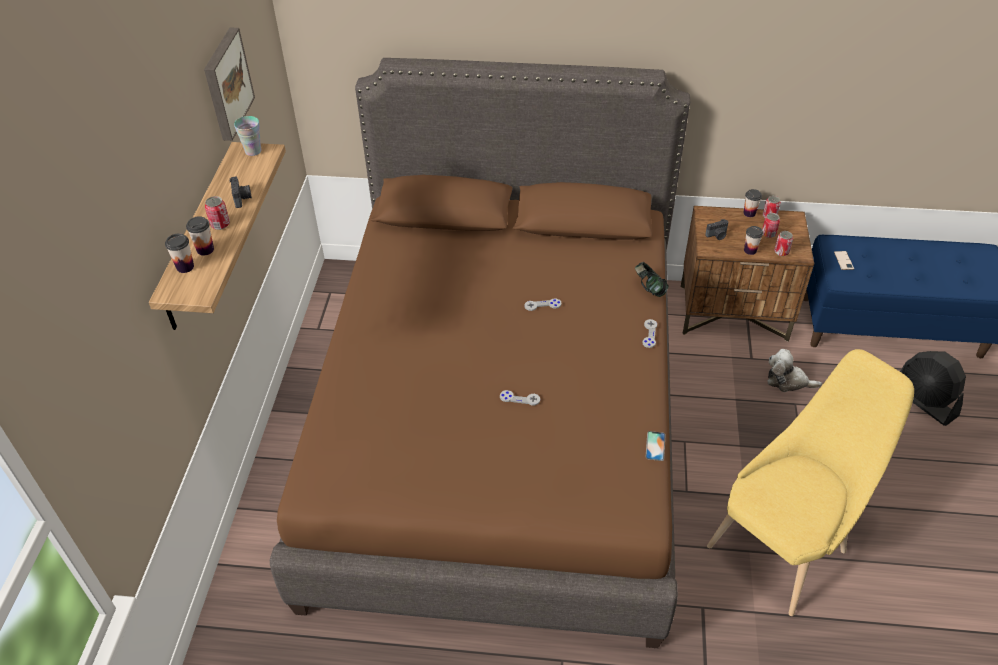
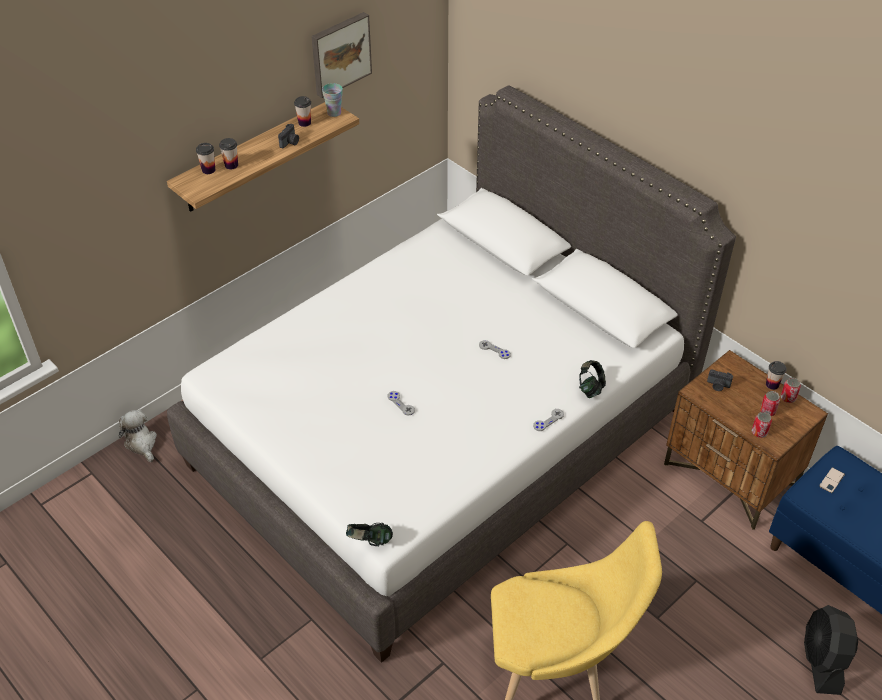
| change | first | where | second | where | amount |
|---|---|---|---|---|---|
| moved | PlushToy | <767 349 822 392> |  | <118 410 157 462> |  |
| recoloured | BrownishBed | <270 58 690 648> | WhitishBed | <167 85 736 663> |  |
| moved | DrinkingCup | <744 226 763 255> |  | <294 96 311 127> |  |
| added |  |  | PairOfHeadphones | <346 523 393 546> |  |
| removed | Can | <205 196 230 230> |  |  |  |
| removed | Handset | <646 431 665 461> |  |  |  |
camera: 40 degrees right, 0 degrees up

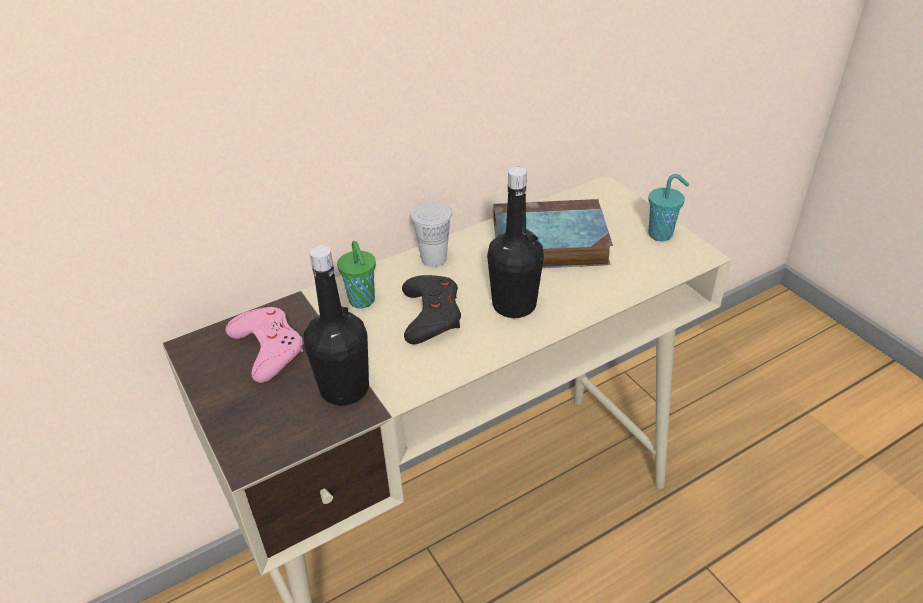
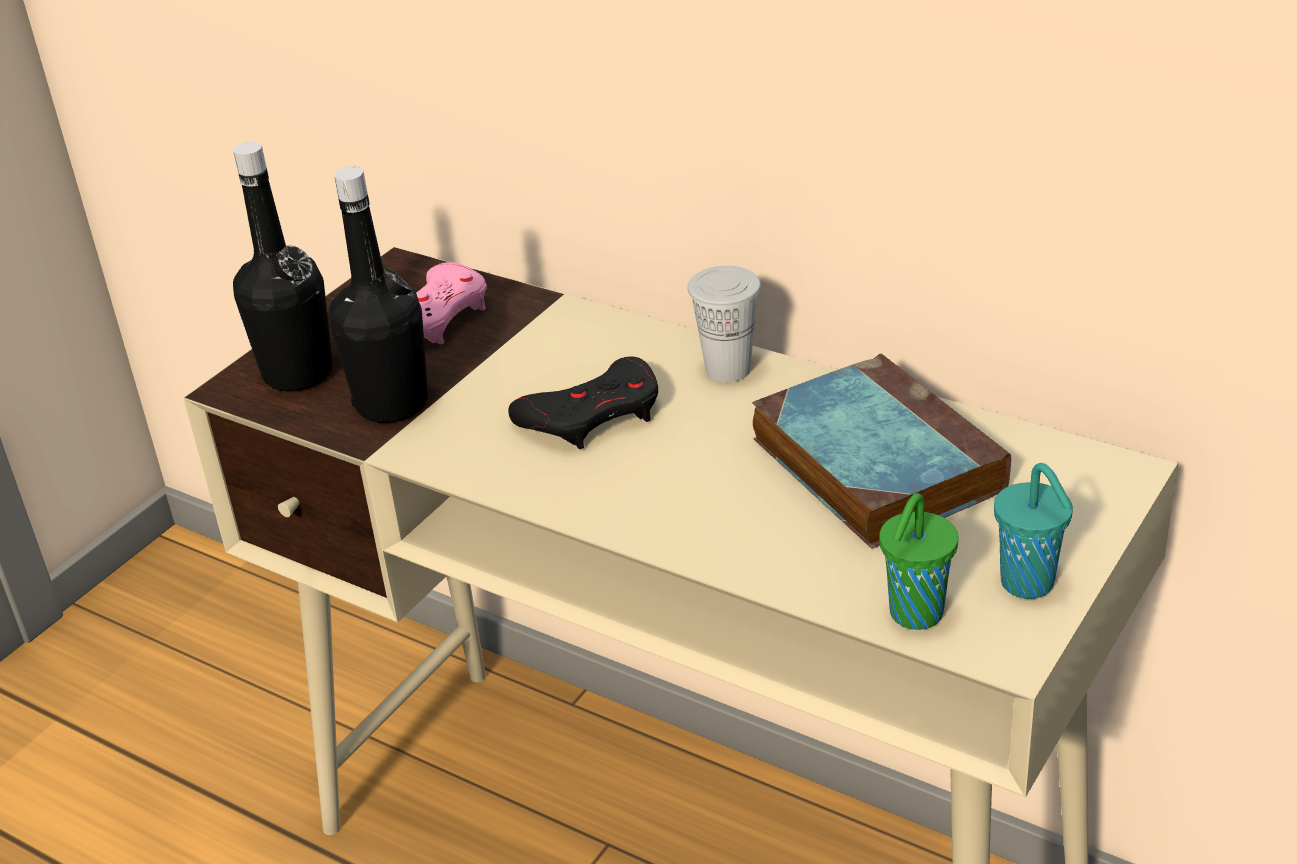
| change | first | where | second | where | amount |
|---|---|---|---|---|---|
| moved | BlackDrinkBottle | <487 166 544 318> |  | <233 142 333 392> |  |
| moved | GreenishDrinkingCup | <337 241 376 308> |  | <879 493 958 630> |  |
camera: 65 degrees right, 5 degrees down

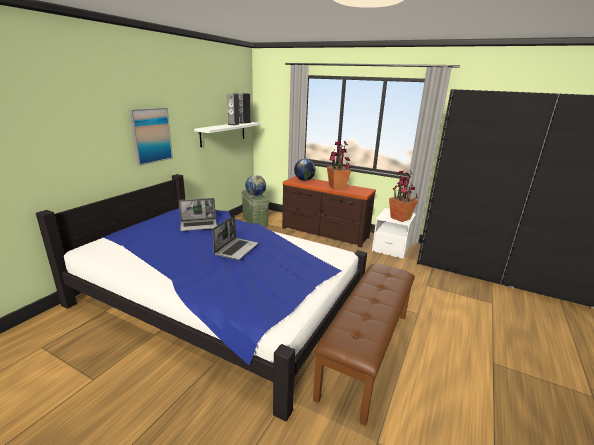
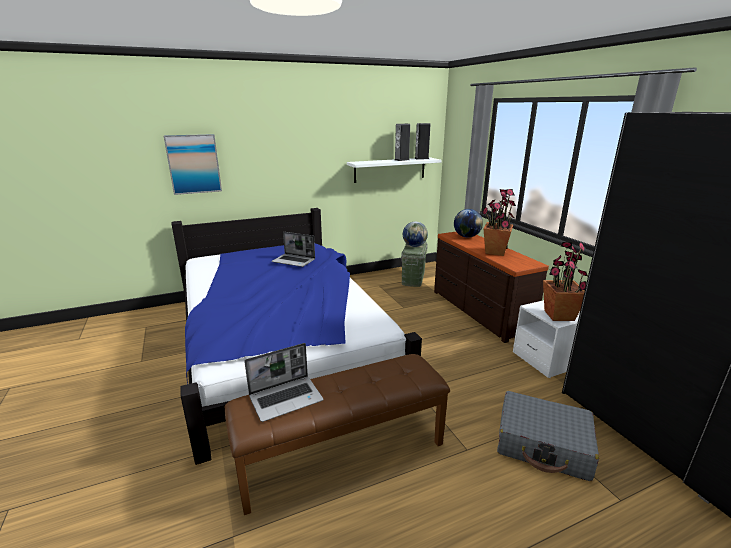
| change | first | where | second | where | amount |
|---|---|---|---|---|---|
| moved | WallPicture | <129 108 173 166> |  | <163 134 222 195> |  |
| moved | PortableComputer | <213 215 258 260> |  | <244 343 324 422> |  |
| added |  |  | GreyishSuitcase | <497 391 599 481> |  |
camera: 40 degrees right, 0 degrees up

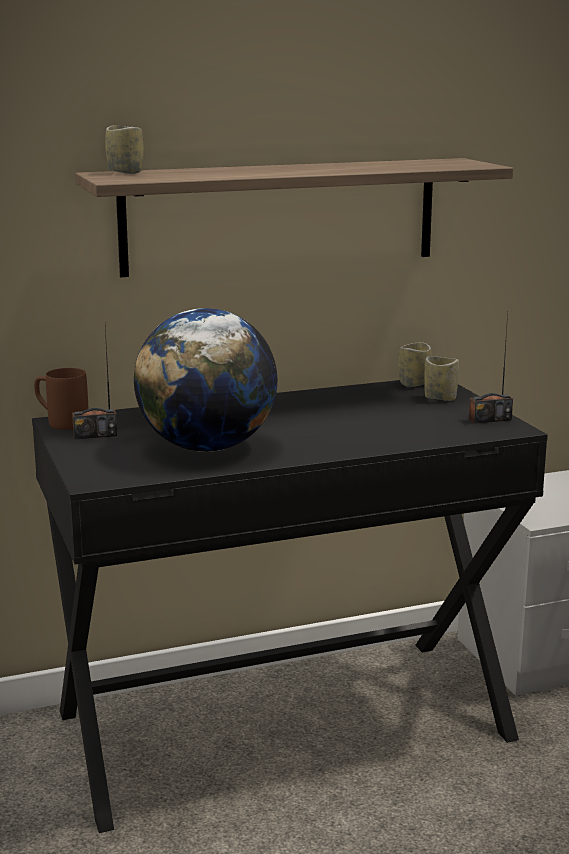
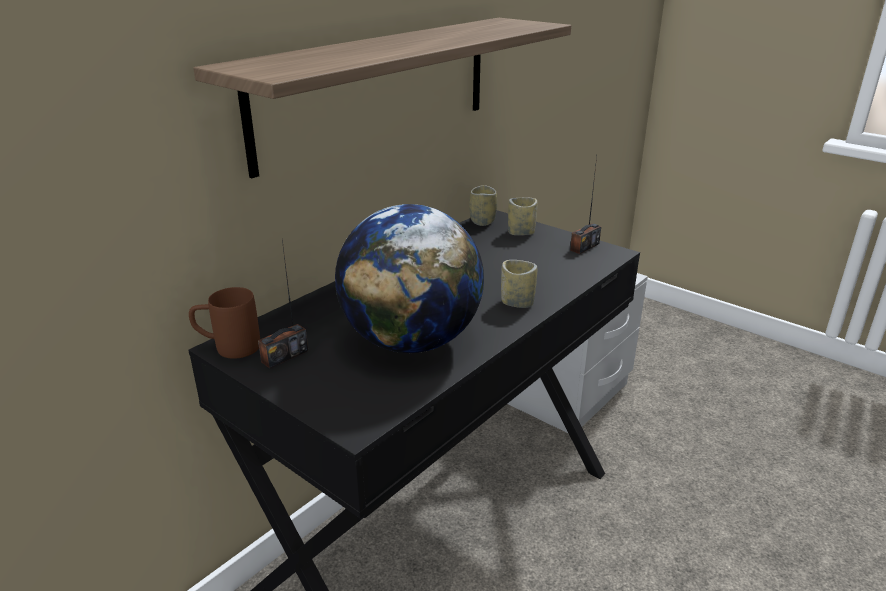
| change | first | where | second | where | amount |
|---|---|---|---|---|---|
| moved | DrinkingCup | <105 125 144 174> |  | <501 260 537 308> |  |
camera: 30 degrees left, 10 degrees up

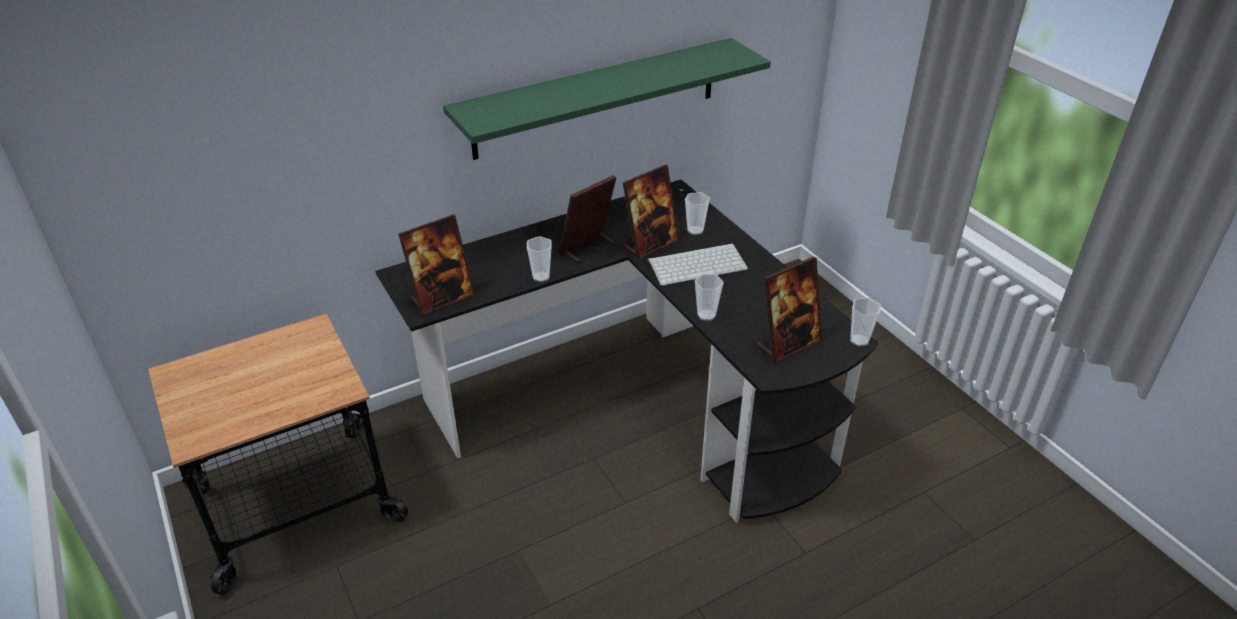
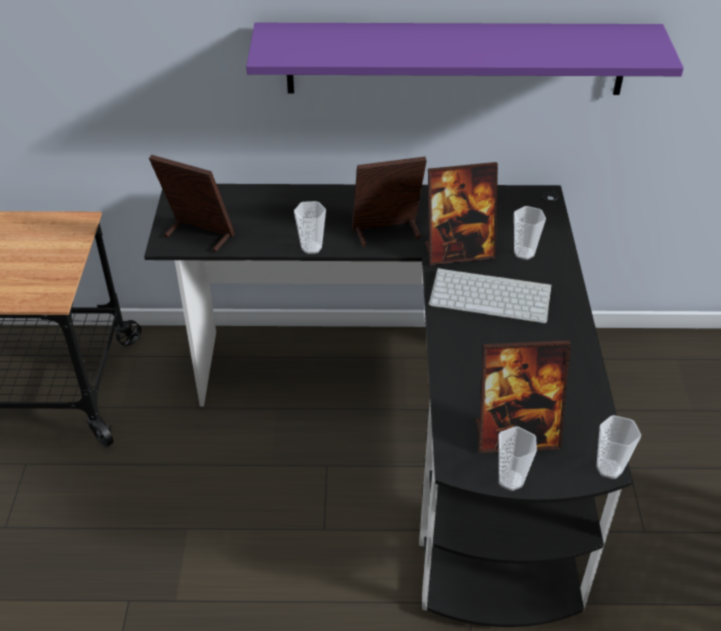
| change | first | where | second | where | amount |
|---|---|---|---|---|---|
| turned | PhotoFrame | <398 214 475 315> |  | <149 155 235 252> | 150 degrees counterclockwise |
| recoloured | GreenishWallShelf | <443 38 771 160> | PurpleColouredWallShelf | <246 23 684 95> |  |
| moved | DrinkingCup | <695 274 724 321> |  | <499 426 537 491> |  |
camera: 30 degrees right, 5 degrees up

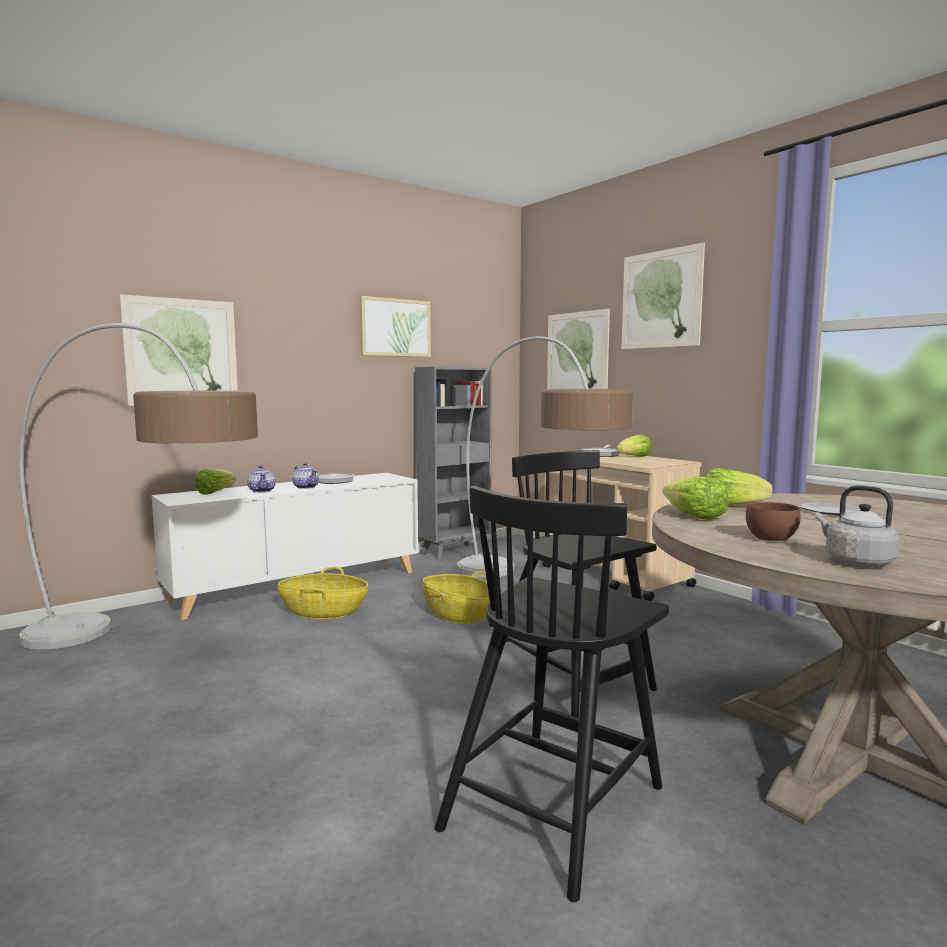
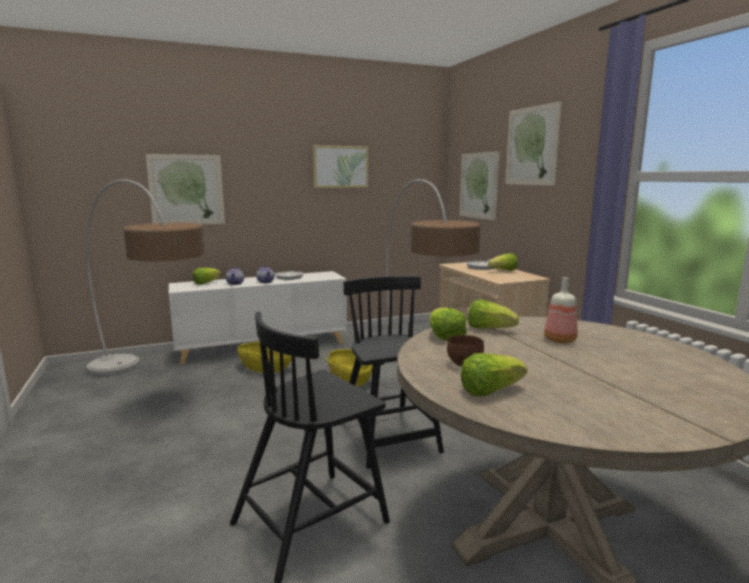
| change | first | where | second | where | amount |
|---|---|---|---|---|---|
| replaced | GreyishTeaKettle | <815 486 900 567> | HeadOfLettuce | <461 353 527 396> |  |
| replaced | Plate | <801 502 861 515> | DrinkBottle | <544 277 578 343> |  |
| removed | GreyishBookshelf | <415 367 492 561> |  |  |  |
camera: 15 degrees right, 5 degrees up

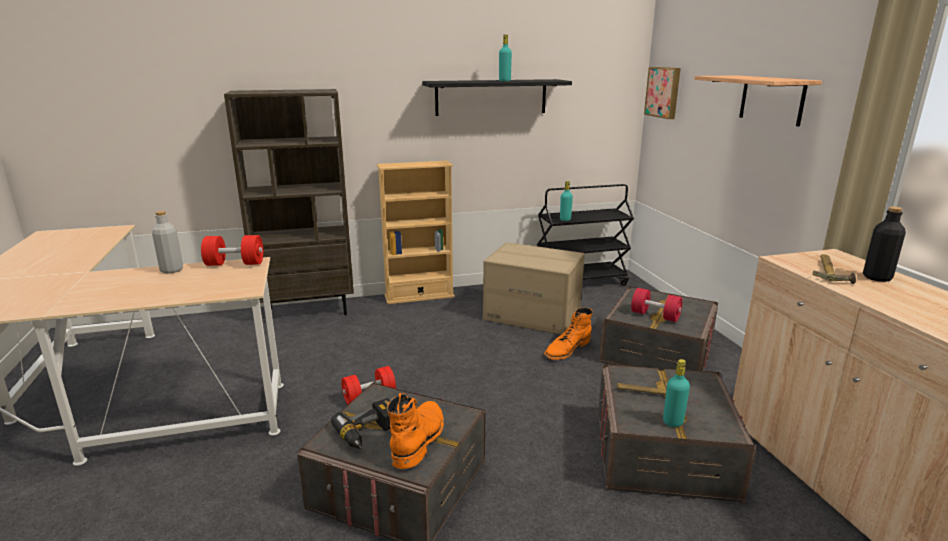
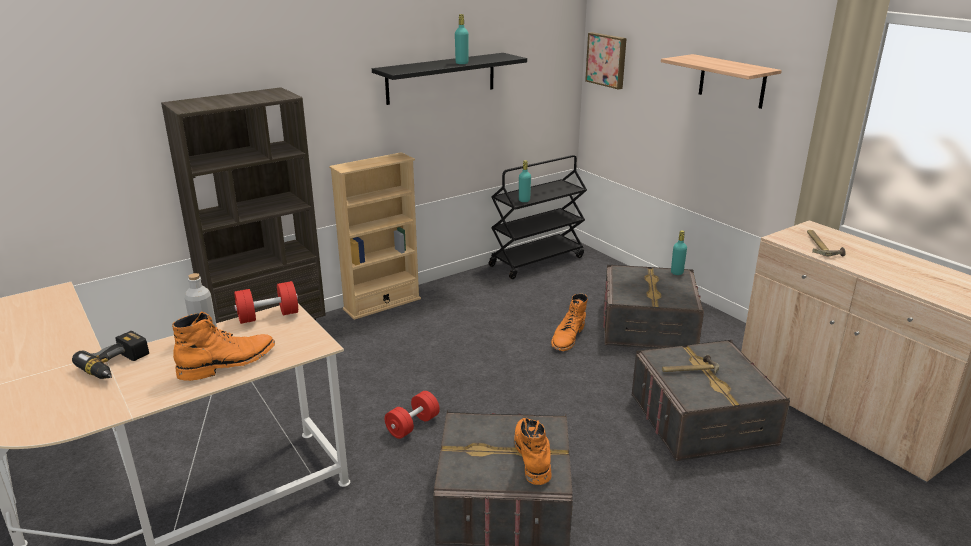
| change | first | where | second | where | amount |
|---|---|---|---|---|---|
| moved | PowerDrill | <331 398 390 449> |  | <72 331 149 379> |  |
| added |  |  | OrangeyBoot | <172 312 275 381> |  |
| moved | TurquoiseDrinkBottle | <663 359 690 427> |  | <671 231 687 275> |  |
| removed | PackingBox | <483 242 585 335> |  |  |  |
| removed | ReddishFreeWeight | <631 288 683 322> |  |  |  |
| removed | BlackDrinkBottle | <863 207 906 282> |  |  |  |
camera: 20 degrees left, 5 degrees up

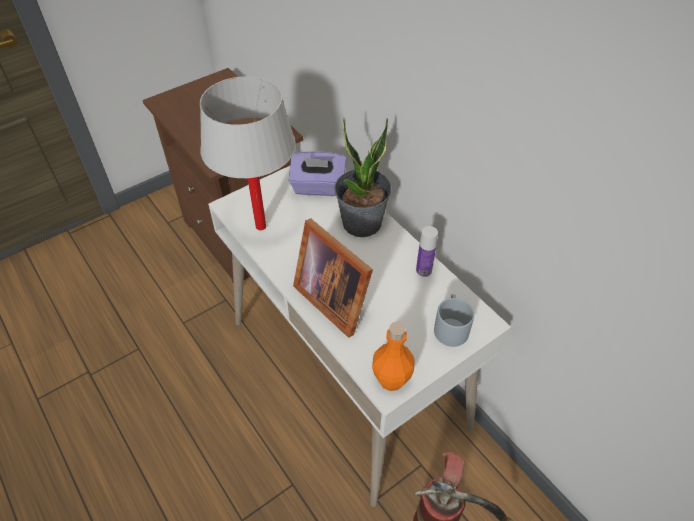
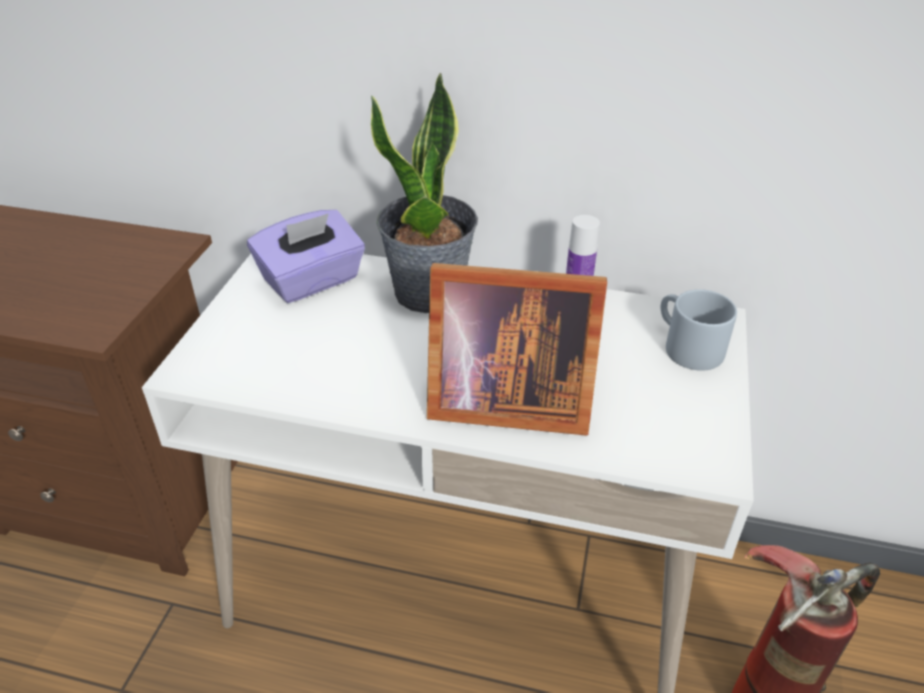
| change | first | where | second | where | amount |
|---|---|---|---|---|---|
| removed | WhitishTabletopLamp | <200 77 296 230> |  |  |  |
| removed | OrangeyDrinkBottle | <372 322 415 391> |  |  |  |
camera: 40 degrees left, 10 degrees down

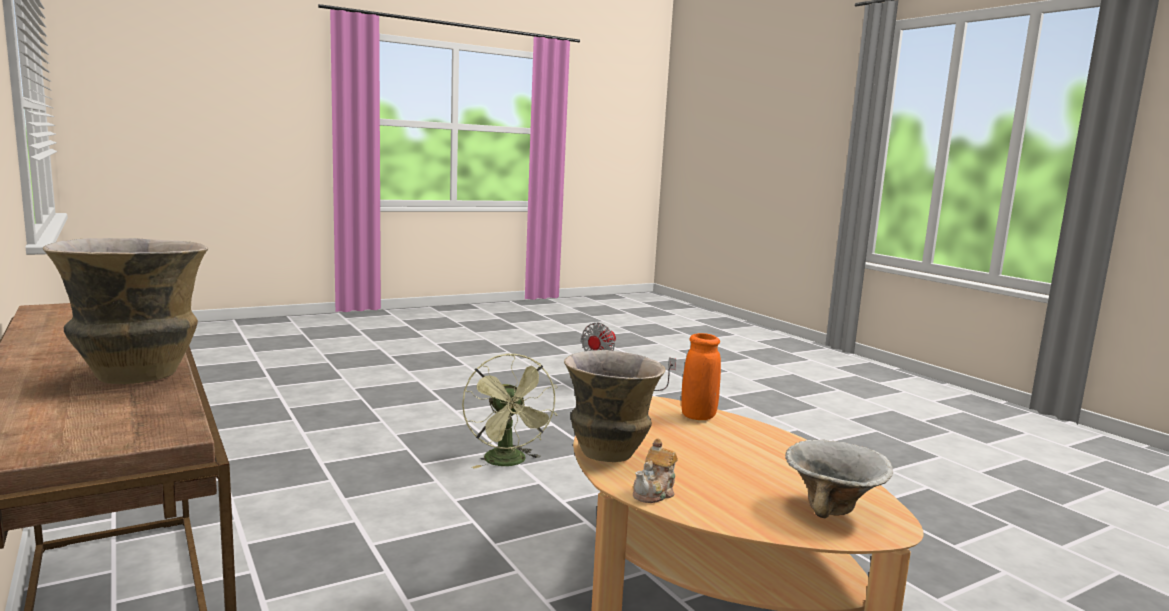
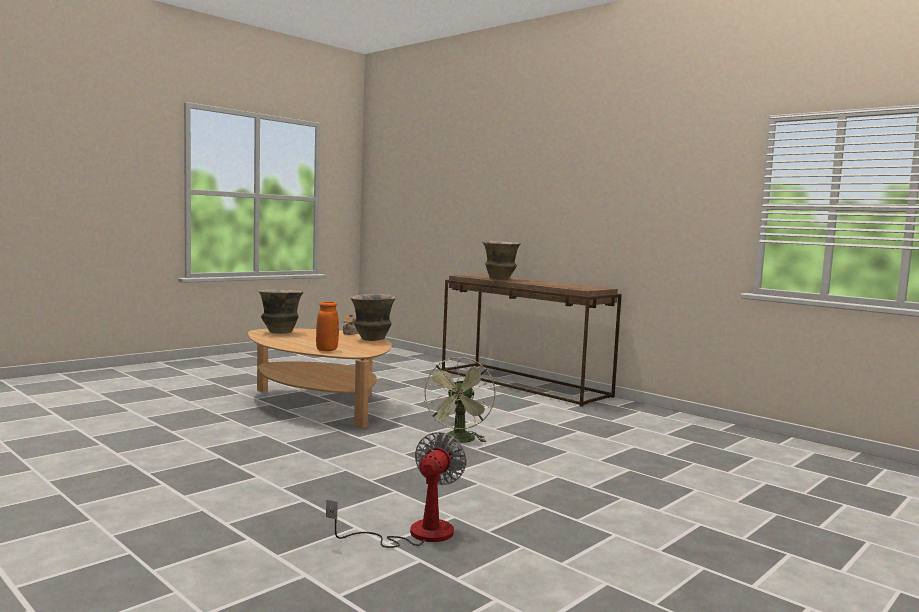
| change | first | where | second | where | amount |
|---|---|---|---|---|---|
| replaced | Bowl | <785 440 893 518> | FlowerVase | <258 289 304 334> |  |
| turned | GreenishCoolingFan | <462 353 558 469> |  | <423 357 495 443> | 135 degrees counterclockwise |
camera: 165 degrees right, 5 degrees down

